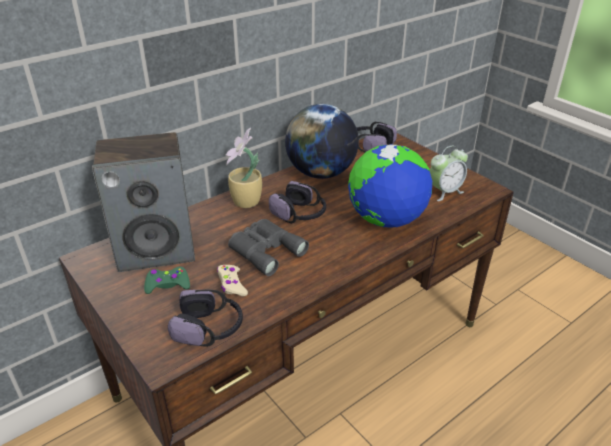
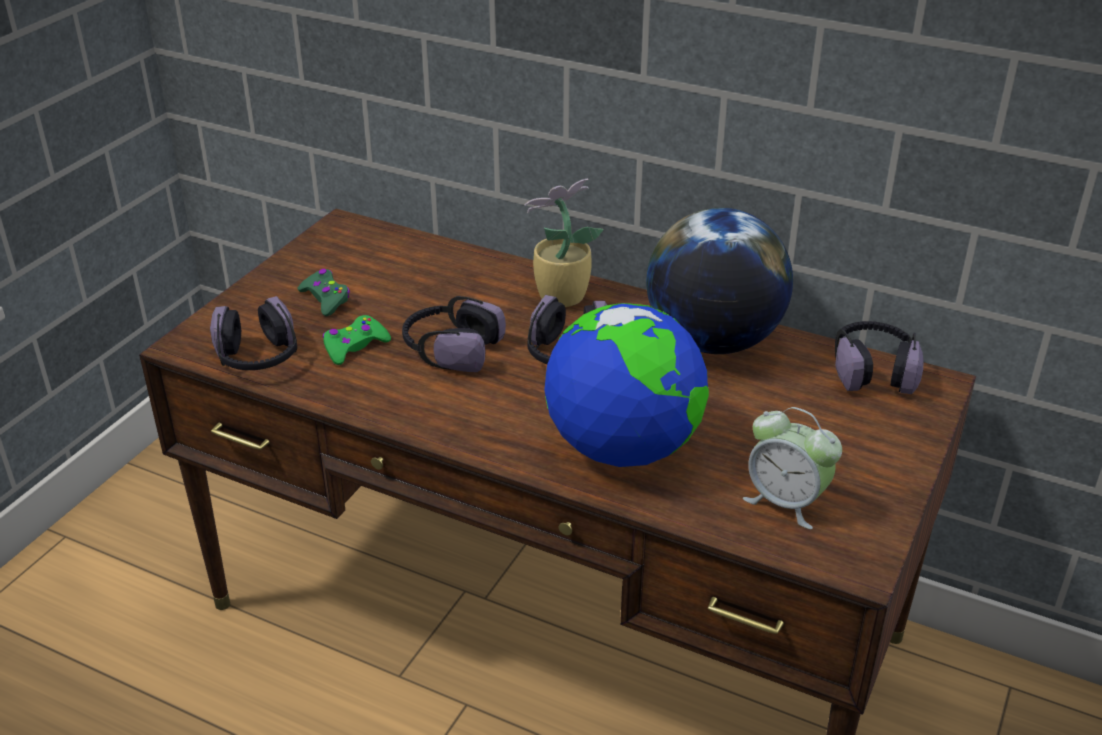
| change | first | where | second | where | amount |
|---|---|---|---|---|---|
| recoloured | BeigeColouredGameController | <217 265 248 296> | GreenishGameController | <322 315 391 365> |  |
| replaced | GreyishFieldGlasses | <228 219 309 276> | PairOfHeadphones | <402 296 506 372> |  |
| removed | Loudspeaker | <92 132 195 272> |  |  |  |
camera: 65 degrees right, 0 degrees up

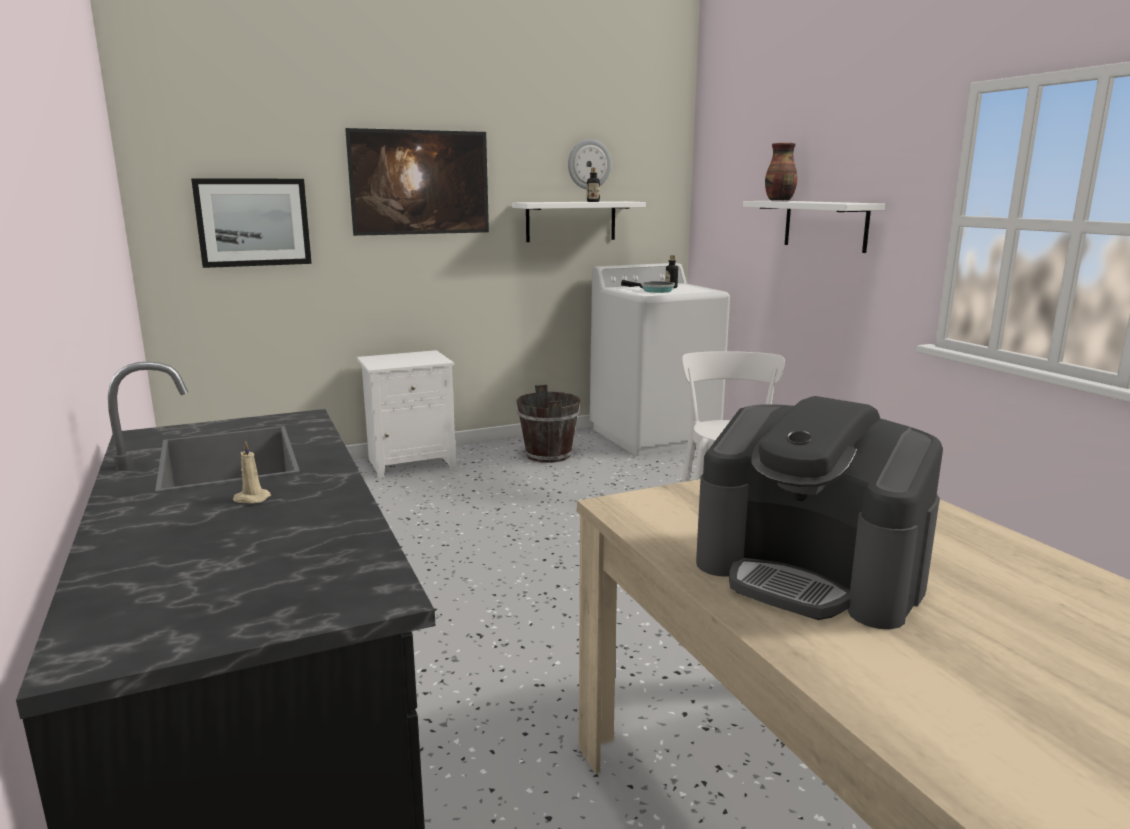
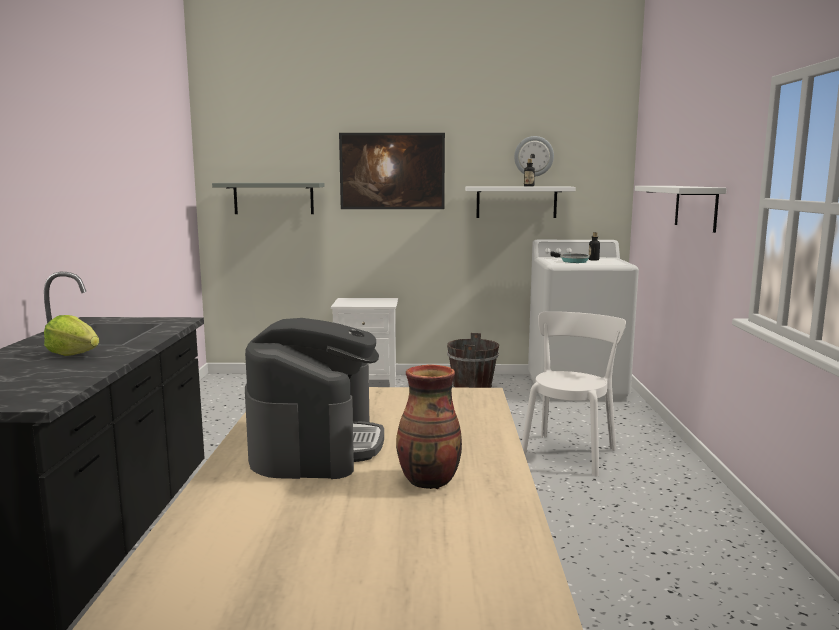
| change | first | where | second | where | amount |
|---|---|---|---|---|---|
| replaced | BeigeColouredCandle | <233 441 271 504> | HeadOfLettuce | <44 315 99 356> |  |
| replaced | WallPicture | <191 178 312 268> | GreyishWallShelf | <212 183 325 214> |  |
| turned | CoffeeBrewer | <696 396 943 629> |  | <245 318 384 479> | 150 degrees counterclockwise |
| moved | FlowerVase | <765 143 797 201> |  | <396 364 462 489> |  |
camera: 25 degrees right, 5 degrees down

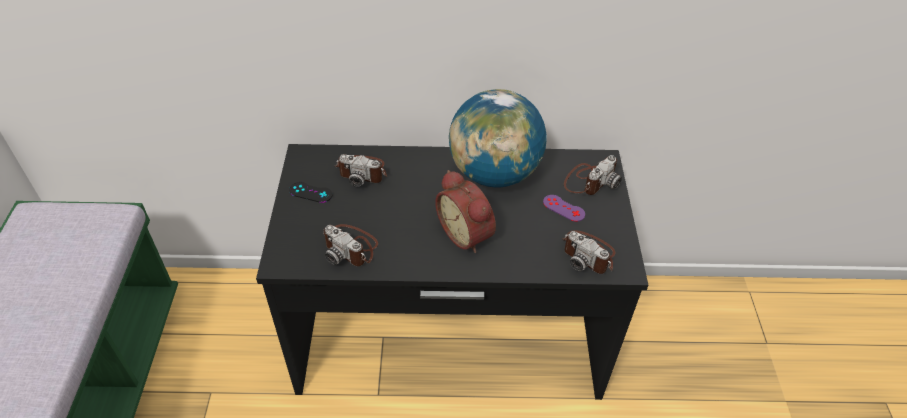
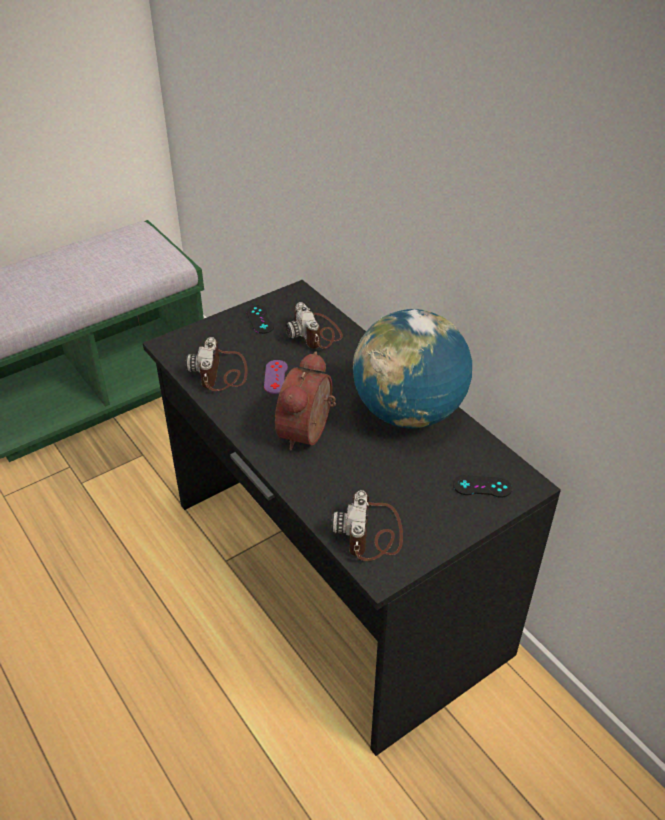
| change | first | where | second | where | amount |
|---|---|---|---|---|---|
| moved | PurpleColouredGameController | <543 195 585 222> |  | <264 360 288 394> |  |
| replaced | StillCamera | <564 155 622 195> | BlackGameController | <453 475 512 498> |  |
camera: 55 degrees right, 5 degrees down

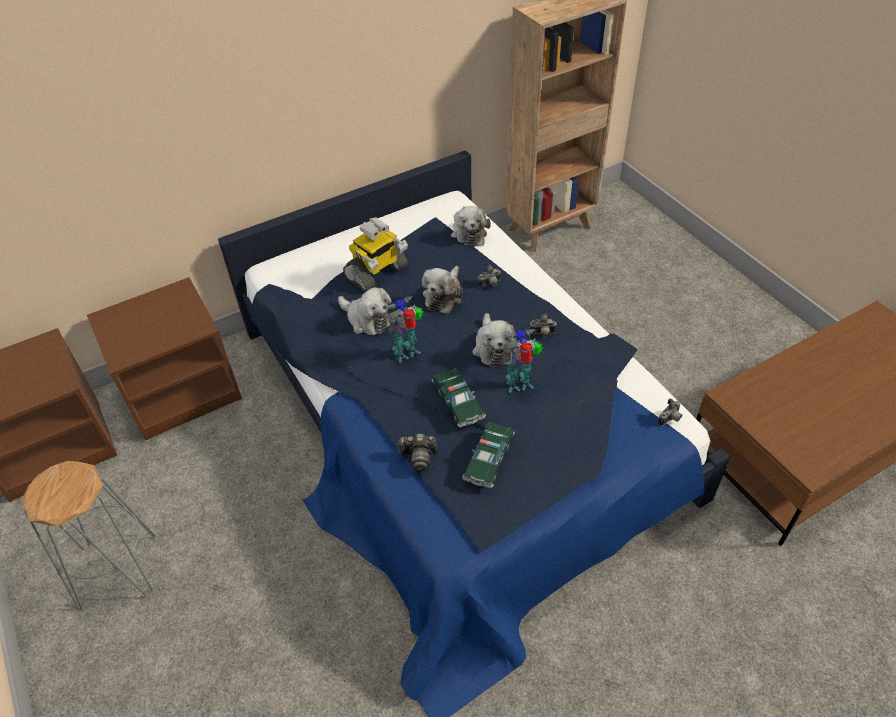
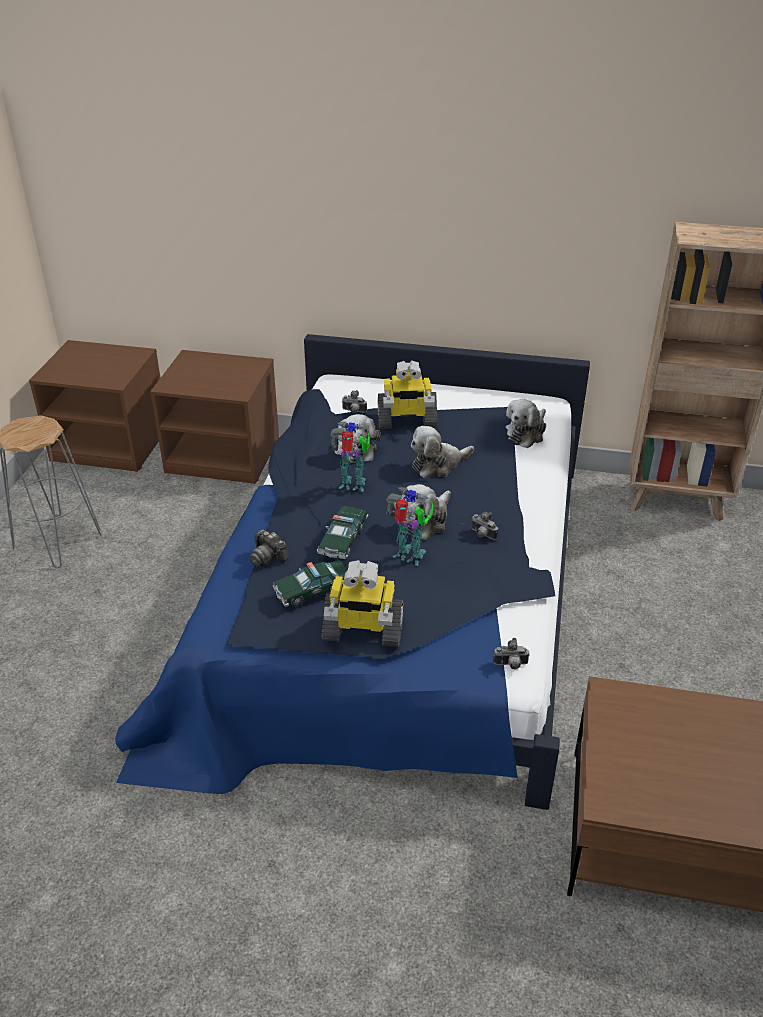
| change | first | where | second | where | amount |
|---|---|---|---|---|---|
| added |  |  | RobotFigure | <322 560 404 647> |  |
| moved | StillCamera | <478 264 501 288> |  | <342 390 367 413> |  |
camera: 40 degrees right, 10 degrees down

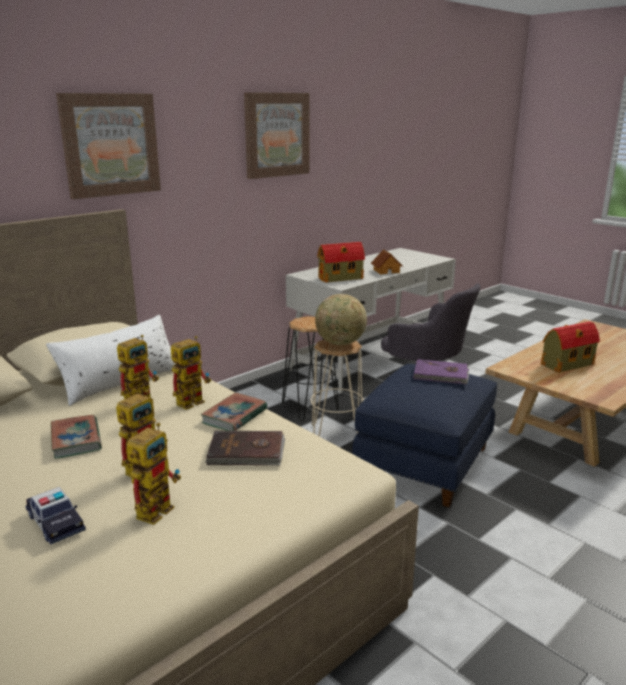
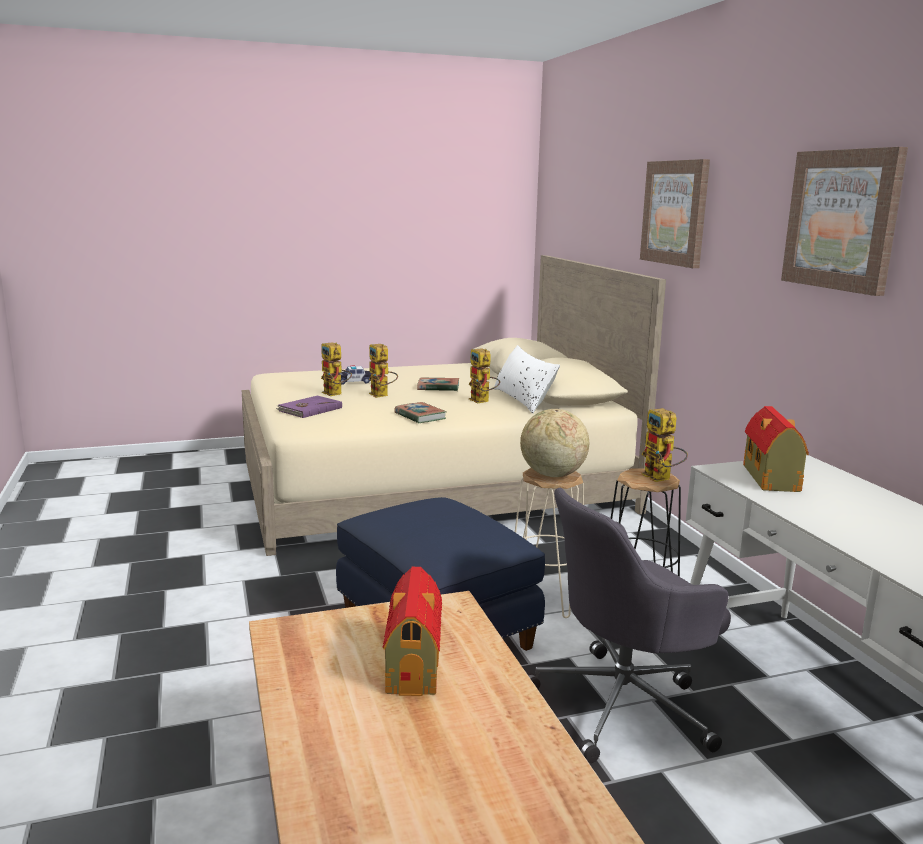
| change | first | where | second | where | amount |
|---|---|---|---|---|---|
| moved | PurpleColouredVolume | <413 359 469 384> |  | <276 395 342 418> |  |
| moved | RobotFigure | <171 336 211 410> |  | <641 408 688 482> |  |
| removed | BrownishVolume | <205 431 285 465> |  |  |  |
| removed | ModelHouse | <371 250 402 275> |  |  |  |
camera: 115 degrees right, 5 degrees down

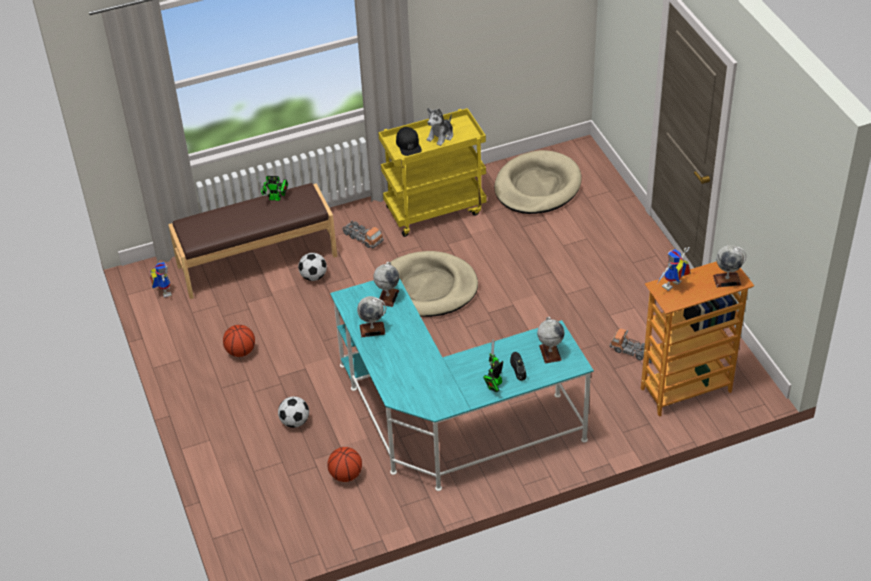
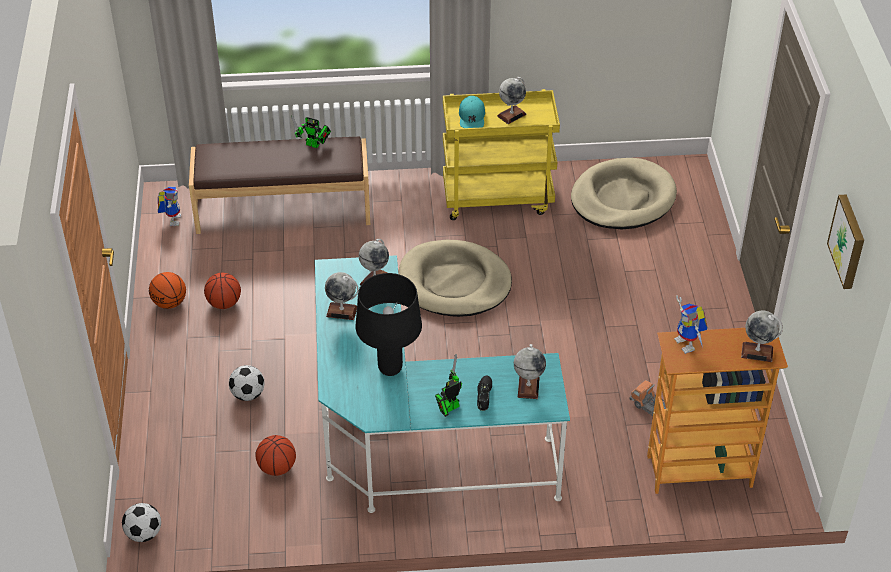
| change | first | where | second | where | amount |
|---|---|---|---|---|---|
| moved | FootballBall | <298 253 327 281> |  | <122 503 161 542> |  |
| added |  |  | BallForBasketball | <149 272 186 309> |  |
| added |  |  | BlackTabletopLamp | <356 273 422 376> |  |
| recoloured | BlackCap | <396 127 422 156> | TurquoiseCap | <459 96 485 128> |  |
| replaced | PlushToy | <427 108 453 146> | DeskGlobe | <497 77 526 124> |  |
| turned | RobotFigure | <658 247 690 291> |  | <674 295 707 354> | 90 degrees counterclockwise |
| added |  |  | WallPicture | <827 194 864 289> |  |
| removed | ToyTruck | <342 220 384 248> |  |  |  |
camera: 15 degrees right, 0 degrees up

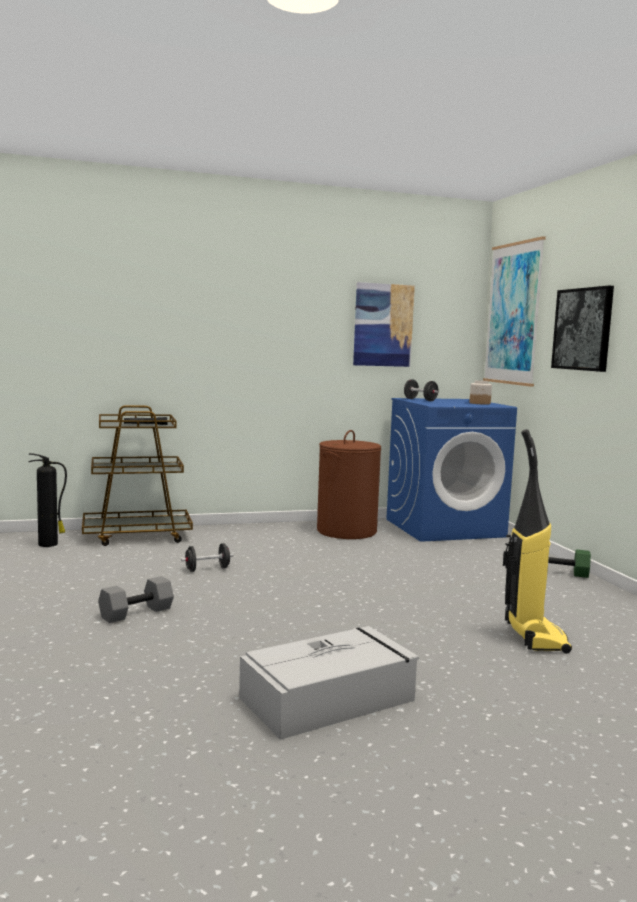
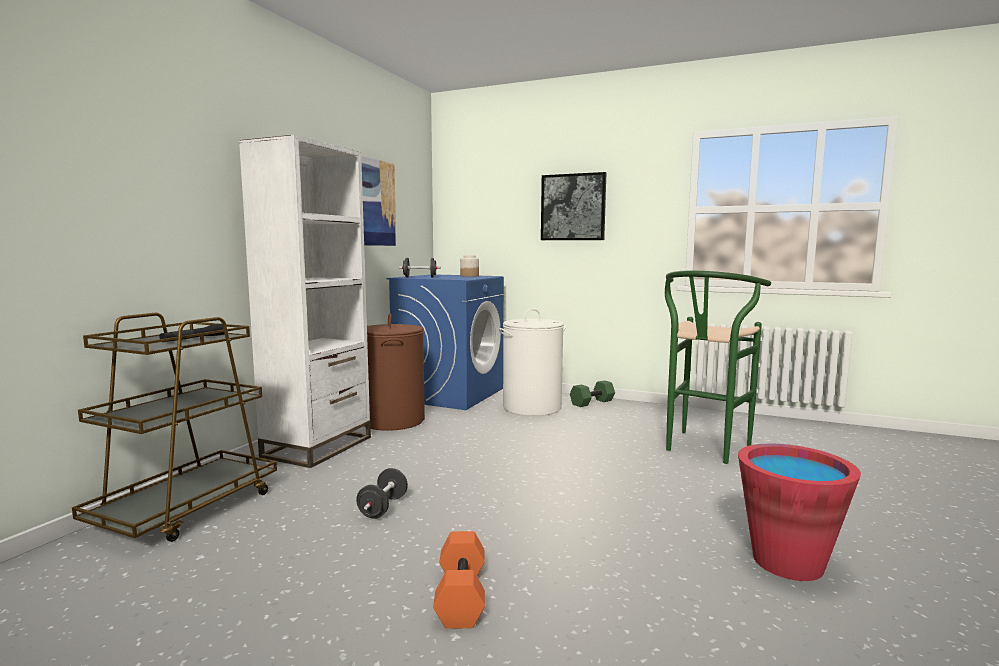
| change | first | where | second | where | amount |
|---|---|---|---|---|---|
| added |  |  | WhitishBookshelf | <239 135 371 468> |  |
| recoloured | GreyishFreeWeight | <98 576 174 623> | OrangeyFreeWeight | <433 531 485 629> |  |
| added |  |  | WhitishLaundryBasket | <499 308 566 416> |  |
| replaced | VacuumCleaner | <503 429 572 654> | GreenishStoolSeat | <665 271 771 464> |  |
| replaced | GreyishStorageContainer | <239 626 419 740> | ReddishBucket | <738 443 861 581> |  |
| removed | Extinguisher | <29 453 67 547> |  |  |  |
| removed | WallPicture | <483 236 546 387> |  |  |  |
camera: 50 degrees left, 0 degrees up

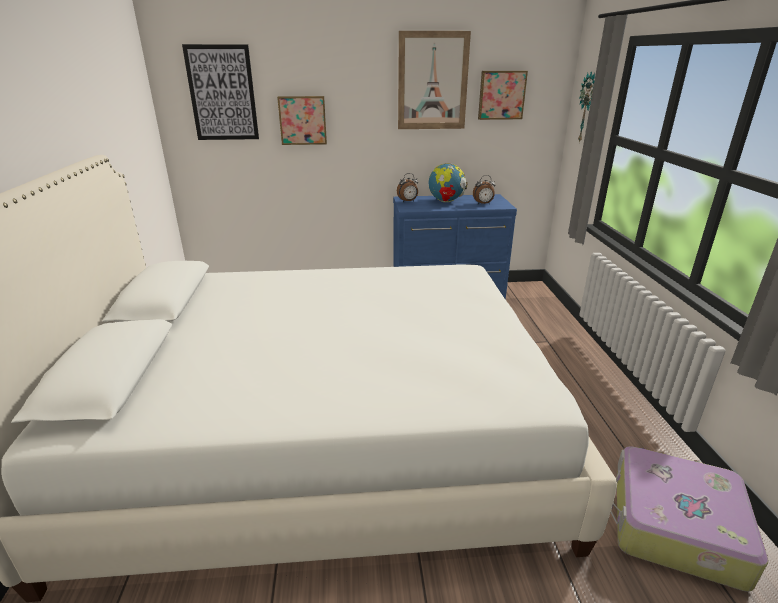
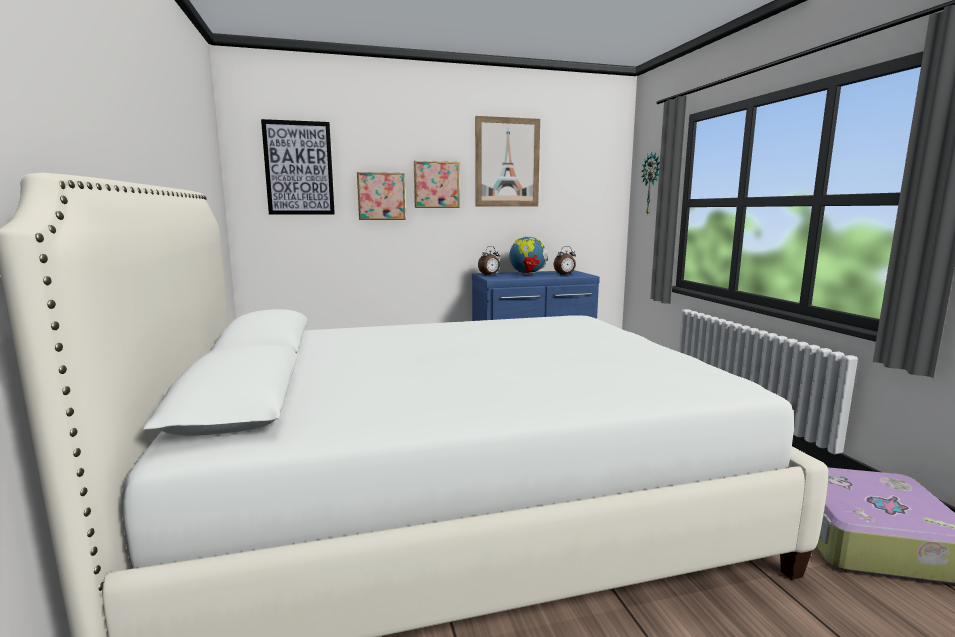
| change | first | where | second | where | amount |
|---|---|---|---|---|---|
| moved | WallPicture | <478 71 528 120> |  | <414 161 460 208> |  |
camera: 10 degrees left, 15 degrees down

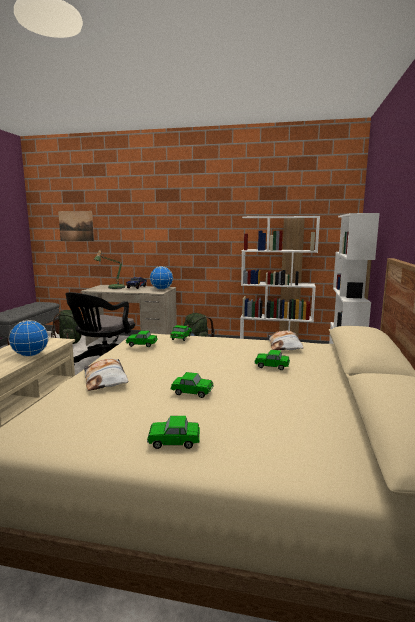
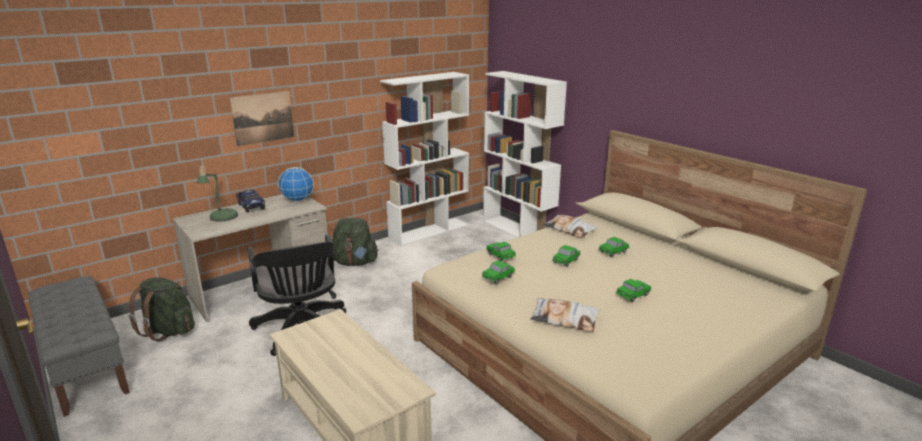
| change | first | where | second | where | amount |
|---|---|---|---|---|---|
| moved | WallPicture | <58 211 94 241> |  | <230 91 294 146> |  |
| moved | ToyCar | <147 416 200 449> |  | <552 245 580 267> |  |
| removed | DeskGlobe | <9 320 49 357> |  |  |  |
camera: 50 degrees left, 10 degrees up

